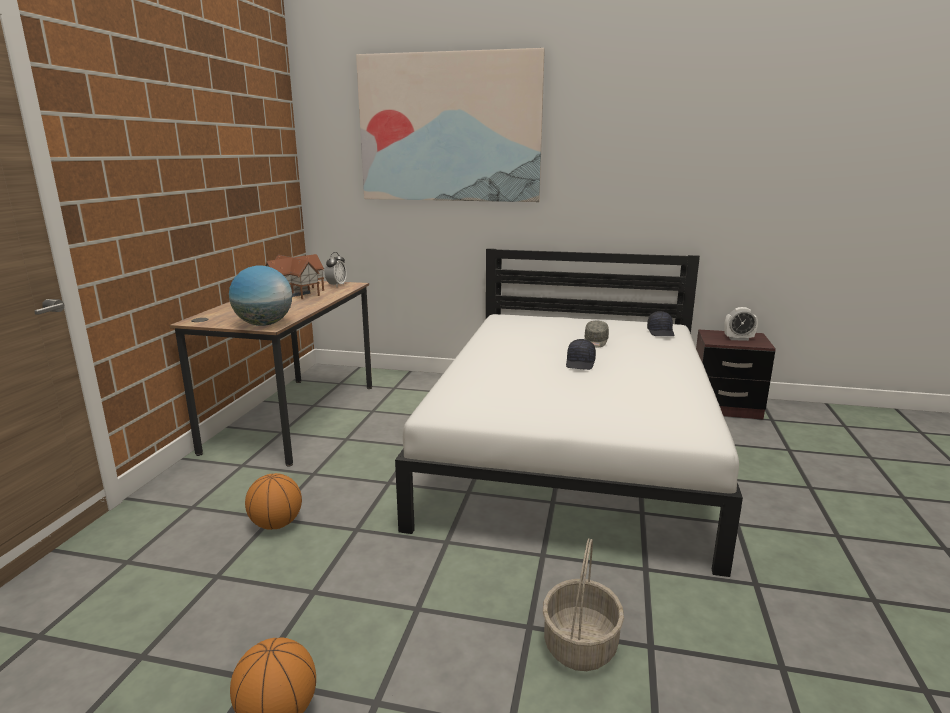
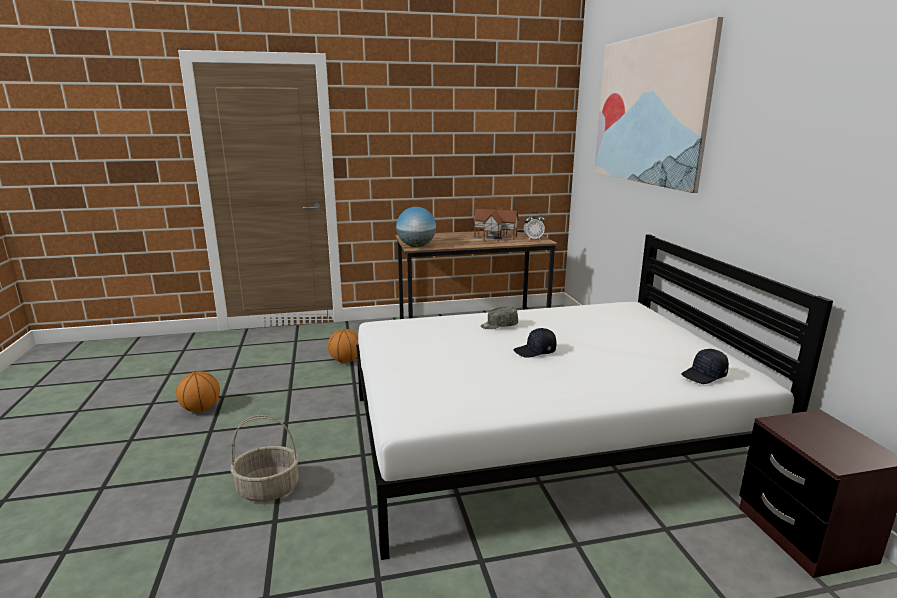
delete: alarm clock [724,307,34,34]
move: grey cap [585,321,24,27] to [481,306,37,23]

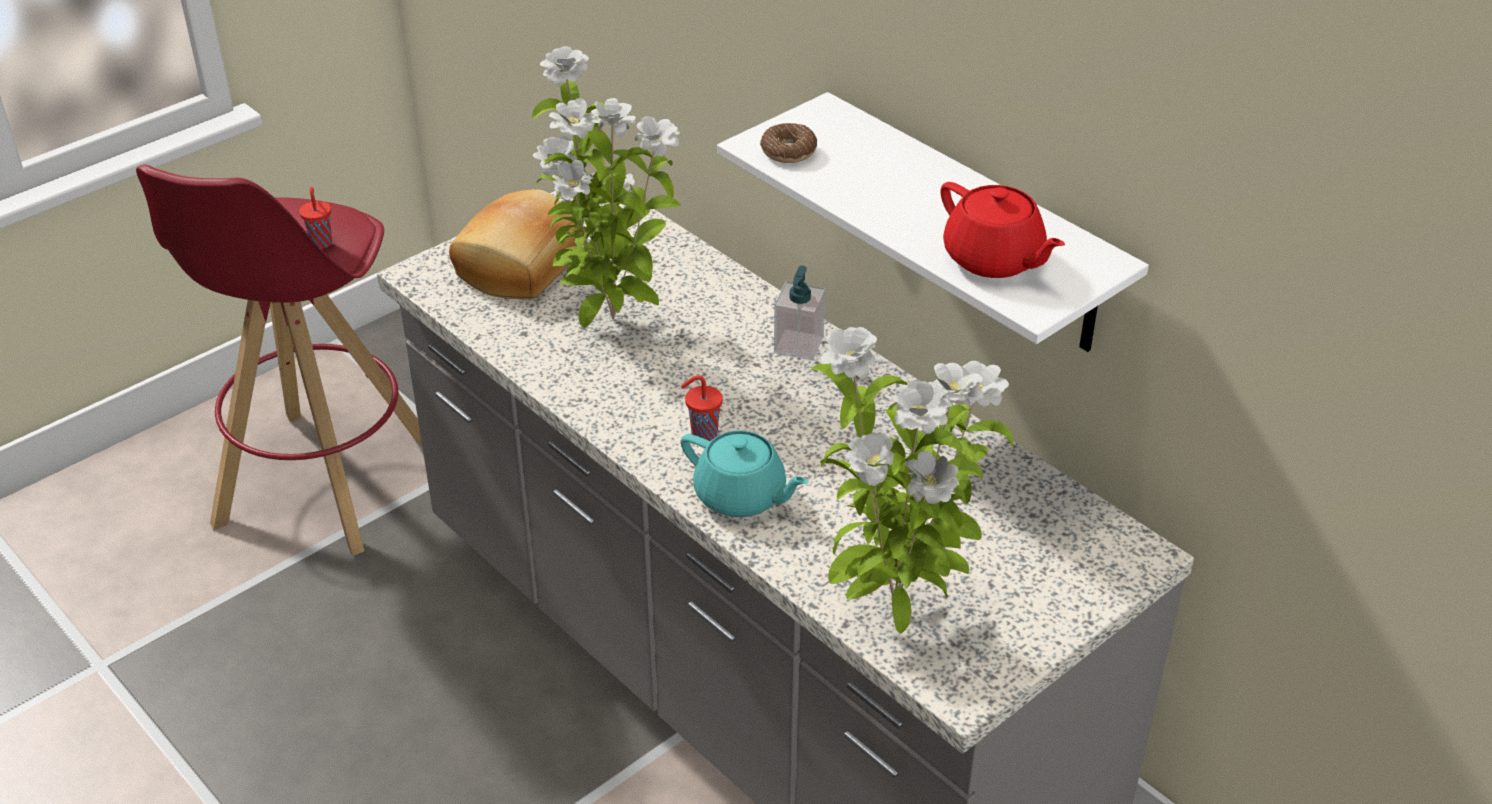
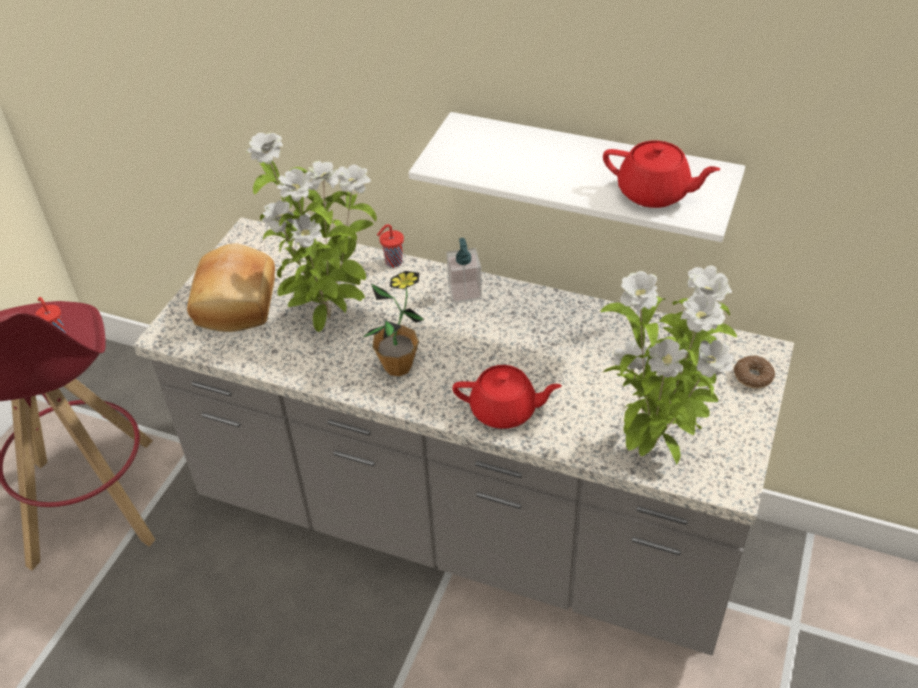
insert: potted plant [364,271,60,106]
move: donut [760,123,57,40] to [734,355,41,34]; red cup [681,375,42,66] to [377,224,27,43]
recolor: turquoise teapot [681,430,128,87] to red teapot [452,365,110,64]

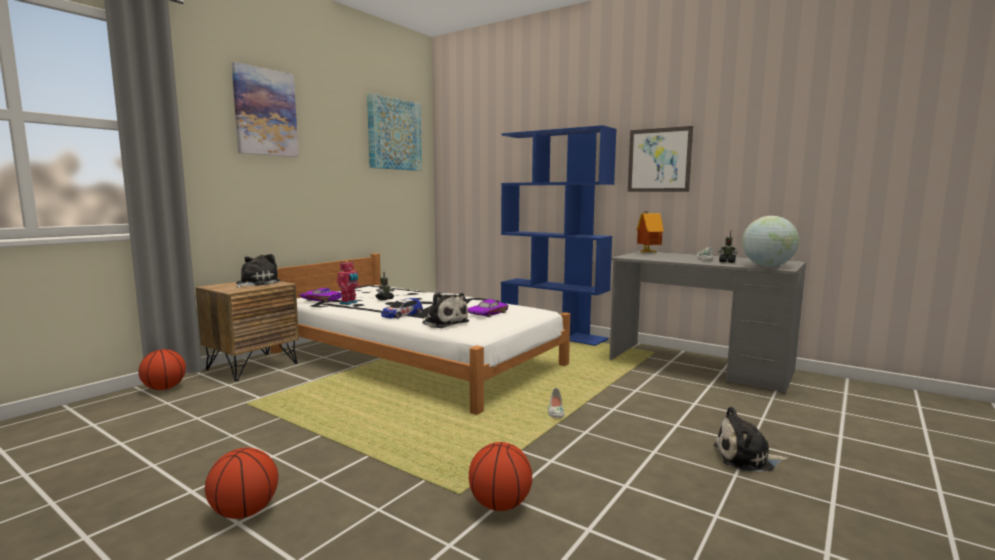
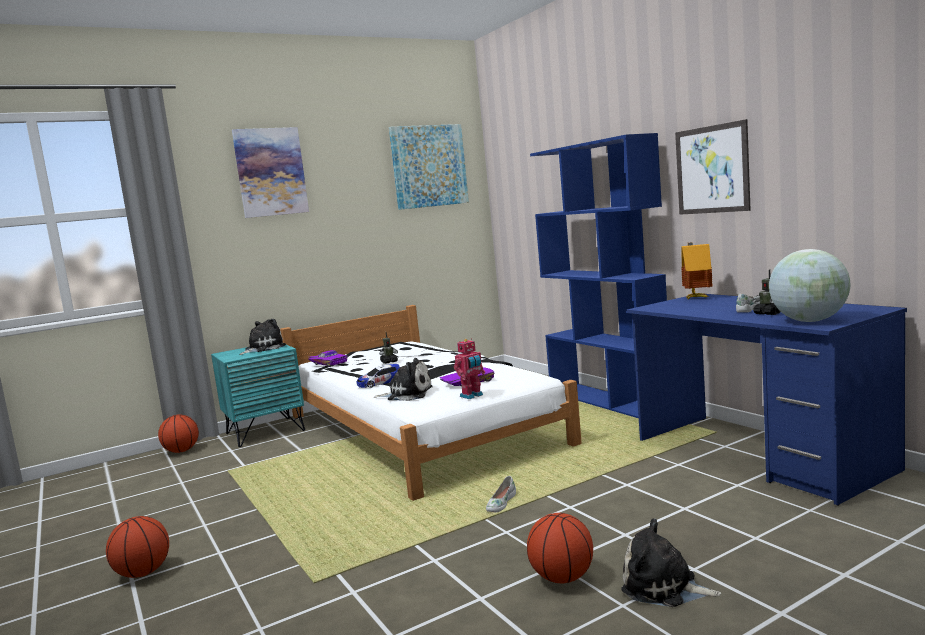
move: toy robot [337,260,23,45] to [454,338,31,61]; basketball [469,442,63,69] to [527,513,66,70]
recolor: grey desk [609,251,197,143] to blue desk [627,294,280,212]; brown nightstand [196,281,103,100] to turquoise nightstand [211,345,94,102]
rotate: plush toy [422,293,47,35] = [374,358,59,43] 60 degrees counterclockwise

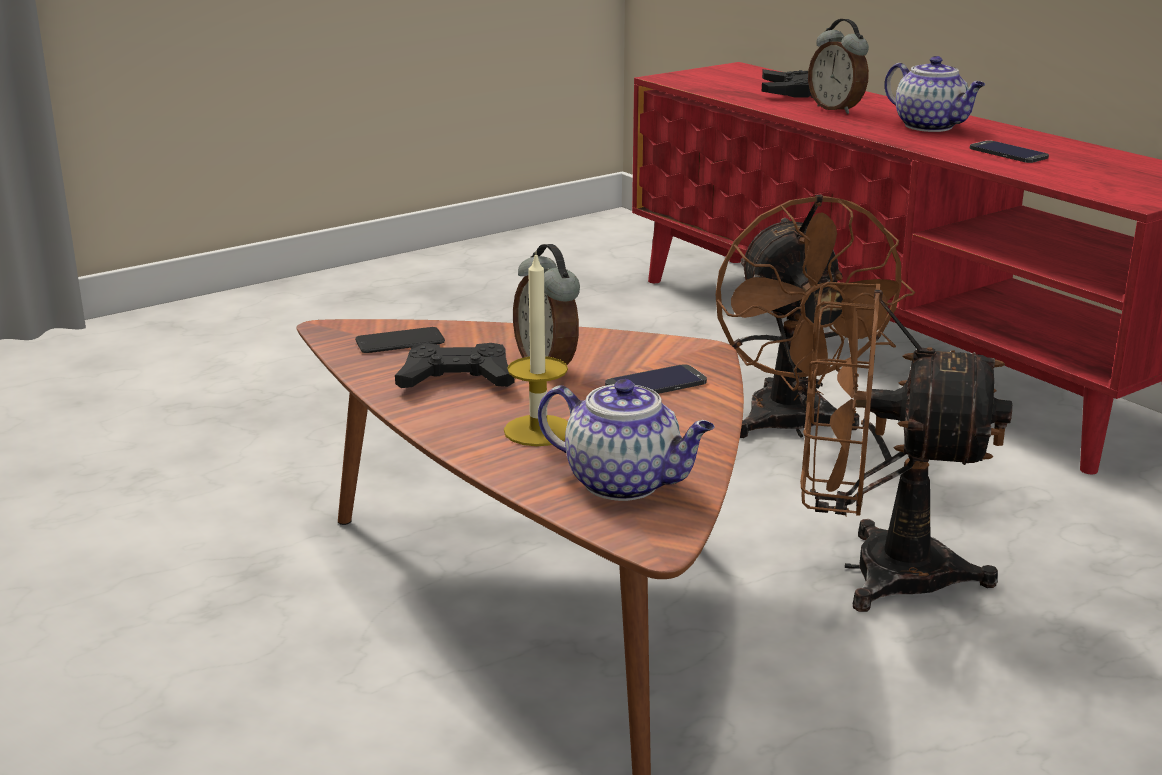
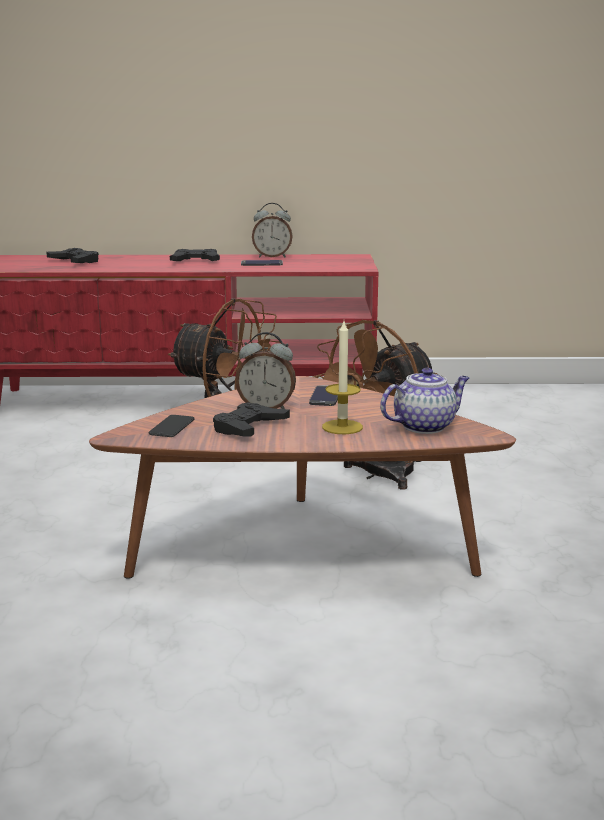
move: alarm clock [808,19,61,95] to [252,203,41,54]
replace: teapot [885,56,100,76] to black game controller [170,249,50,12]

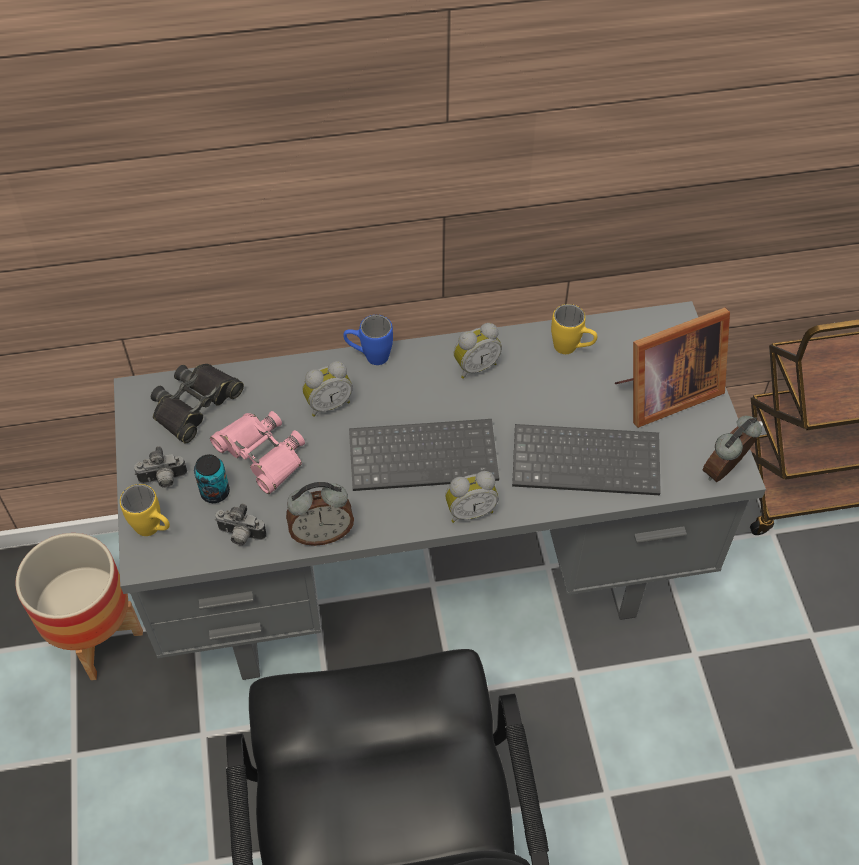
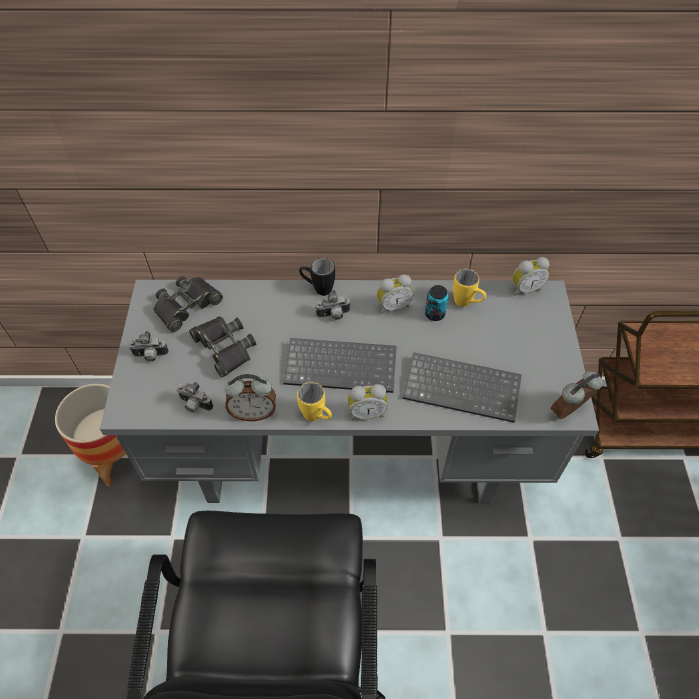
delete: picture frame [615,307,115,121]
insert: photo camera [316,290,34,30]
move: alarm clock [303,361,50,56] to [512,257,37,39]; can [194,454,36,49] to [425,285,24,36]; yellow mug [120,484,50,52] to [297,382,35,39]
recolor: blue mug [343,315,50,50] to black mug [299,258,36,38]; pink binoculars [210,411,95,83] to black binoculars [189,316,67,62]

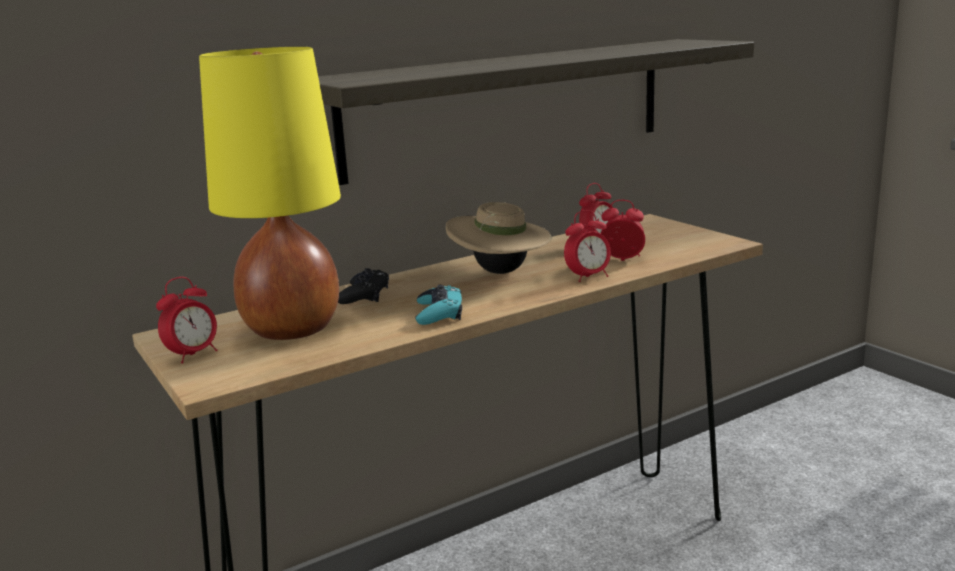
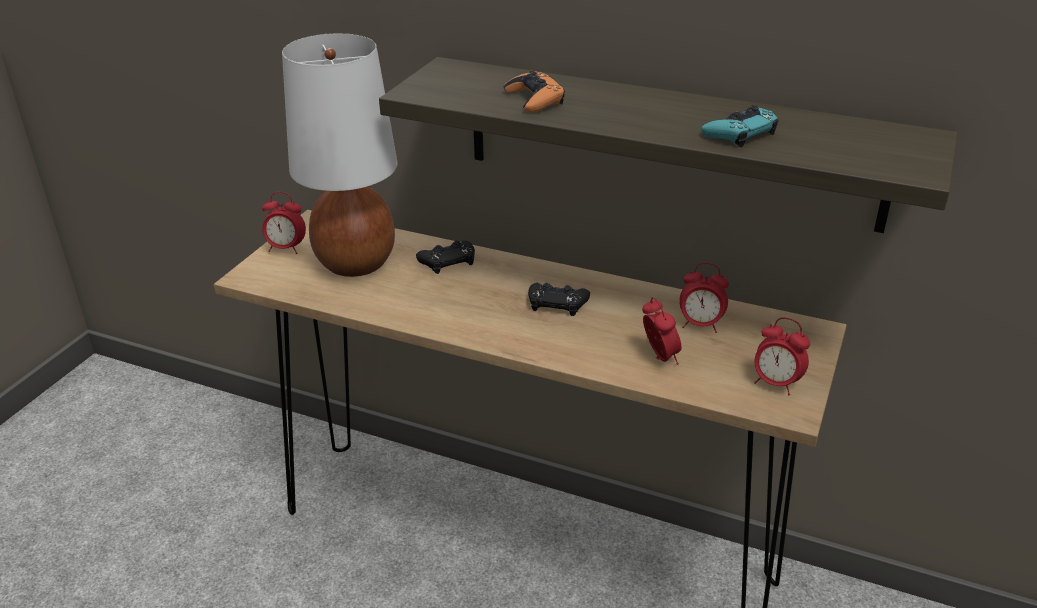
insert: orange game controller [504,71,61,42]
move: alarm clock [564,210,47,72] to [754,317,56,78]; turquoise game controller [415,284,47,41] to [701,105,77,42]
replace: beige hat [446,202,106,72] to black game controller [528,283,62,33]
recolor: yellow table lamp [199,47,142,293] to white table lamp [282,33,115,244]

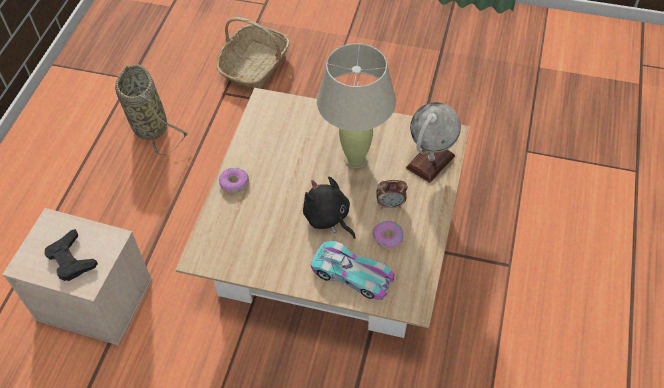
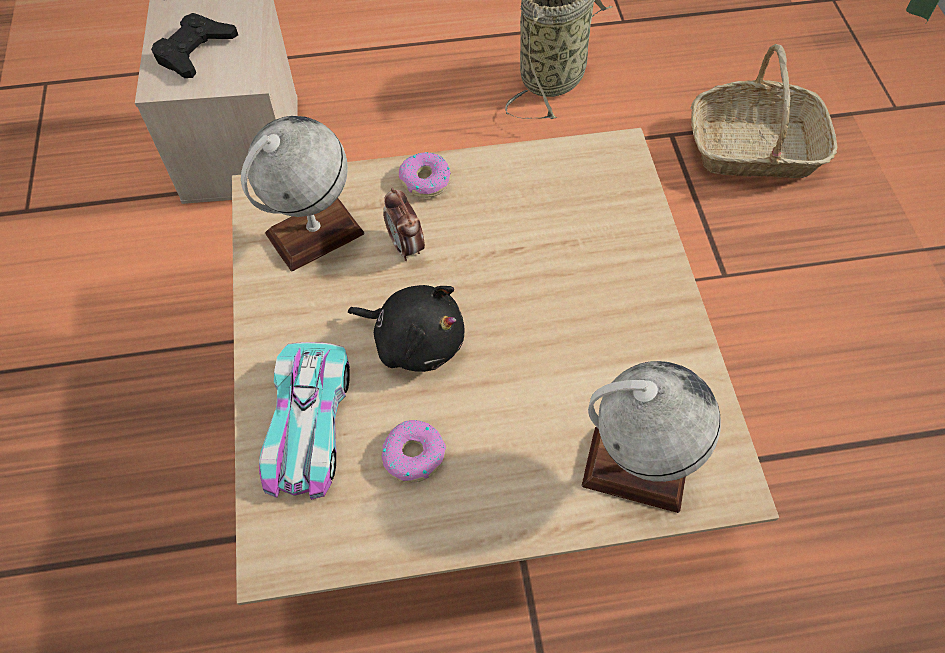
delete: beige table lamp [317,43,79,125]
insert: globe [241,116,123,155]
move: alarm clock [376,180,32,28] to [383,188,42,73]
rotate: black plush toy [303,176,52,63] = [348,285,116,87] 90 degrees clockwise

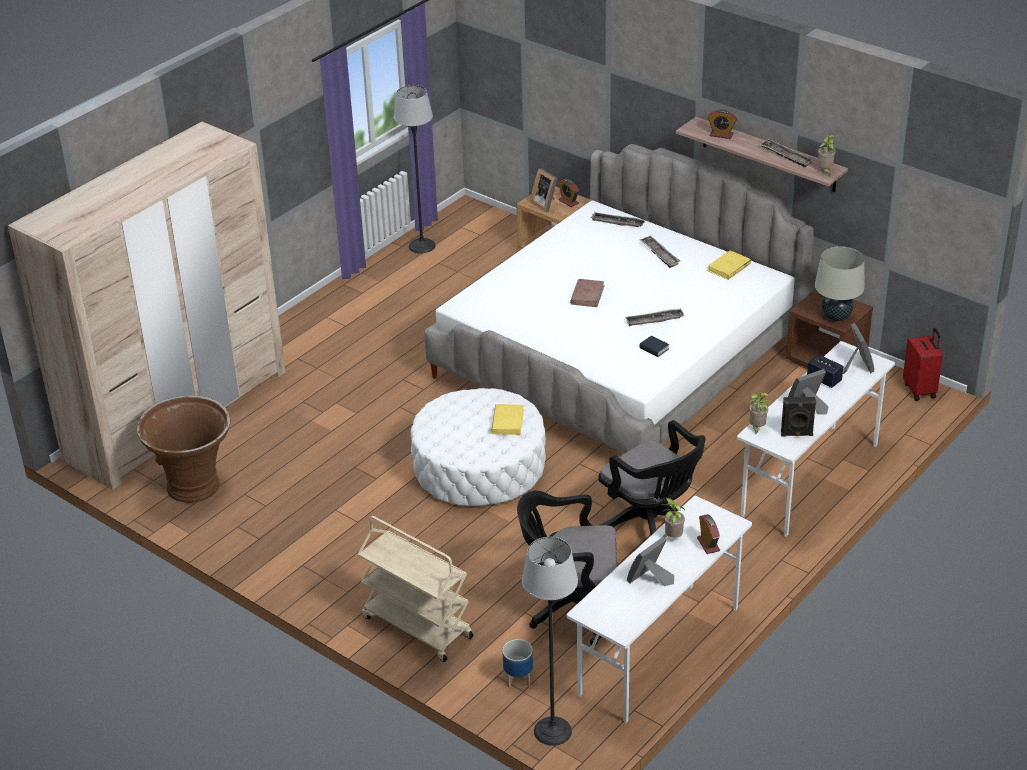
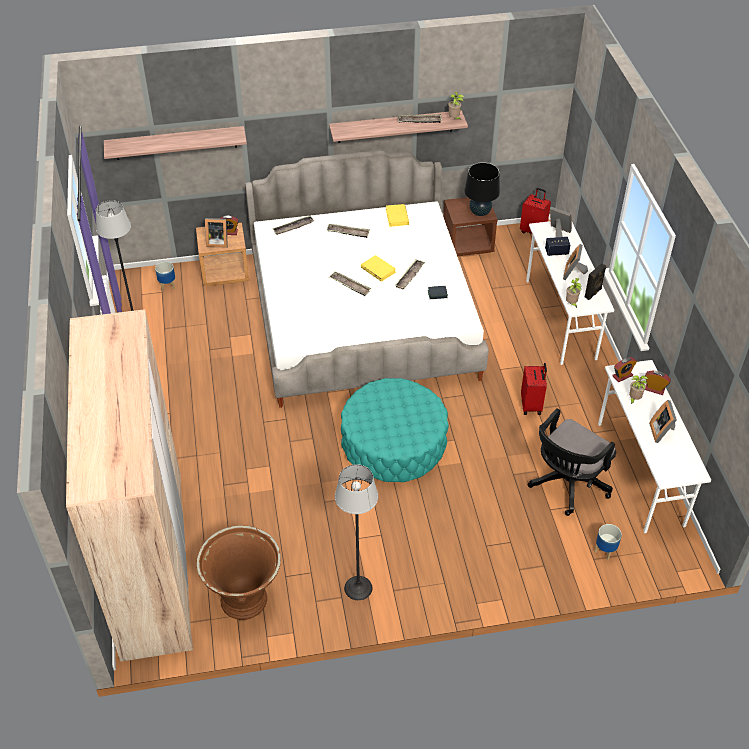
delete: beige cart [358,516,115,146]
insert: shelf [104,126,143,34]; planter [155,262,20,29]
move: alarm clock [708,109,29,30] to [612,357,25,25]; yellow book [491,404,33,31] to [361,255,35,27]; floor lamp [522,537,56,209] to [335,464,43,136]
replace: brown book [570,279,35,28] to tray [329,271,42,25]; black office chair [598,420,108,115] to red suitcase [521,363,26,52]
recolor: beige table lamp [815,246,50,75] to black table lamp [464,162,36,54]; white ottoman [411,388,135,118] to turquoise ottoman [341,378,108,104]

